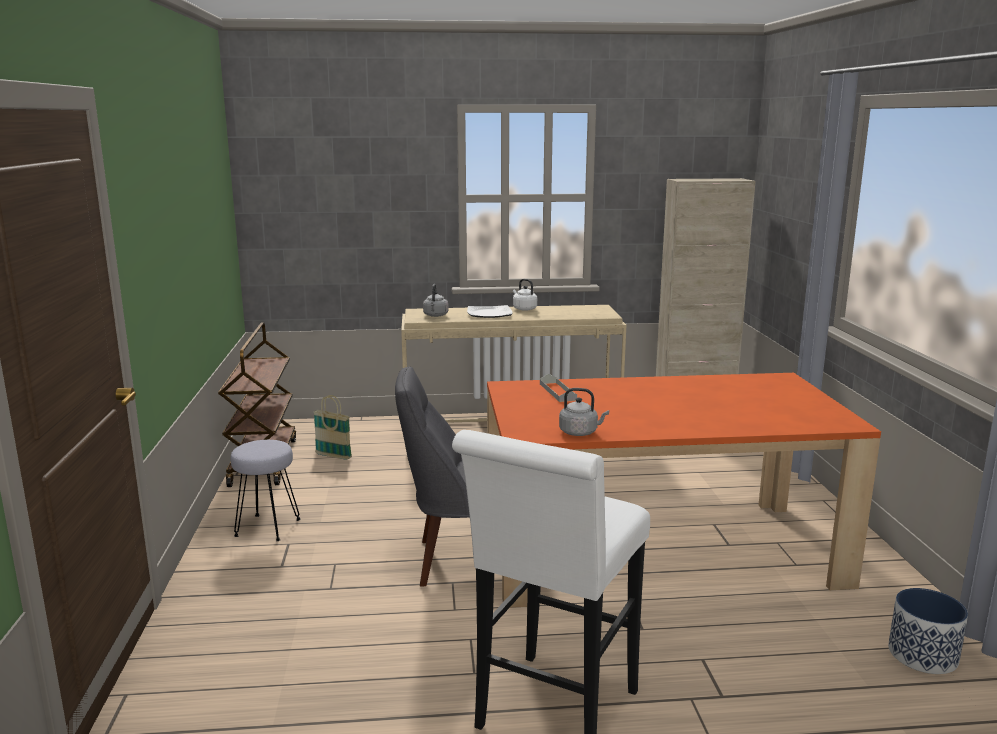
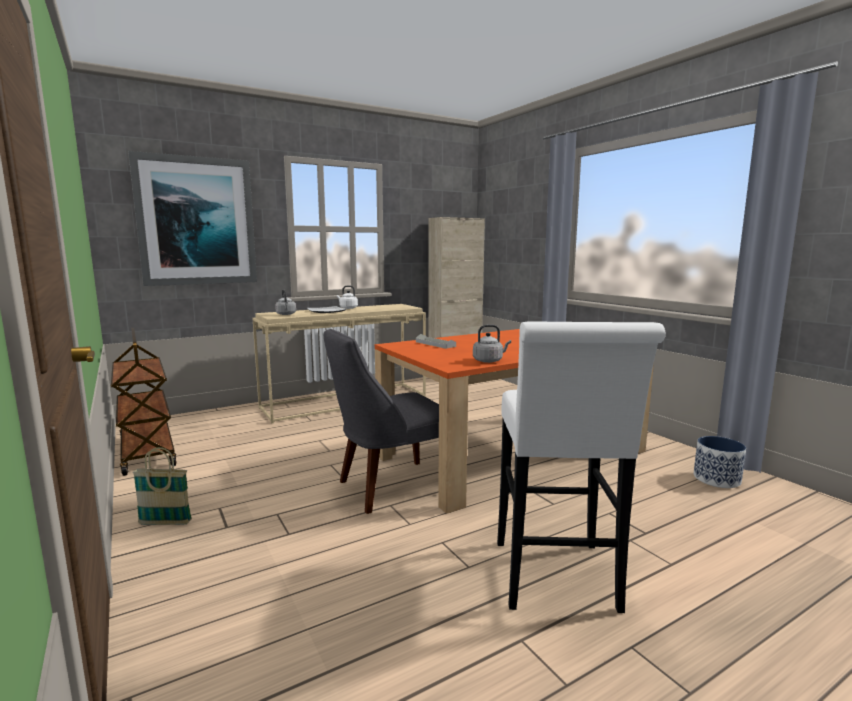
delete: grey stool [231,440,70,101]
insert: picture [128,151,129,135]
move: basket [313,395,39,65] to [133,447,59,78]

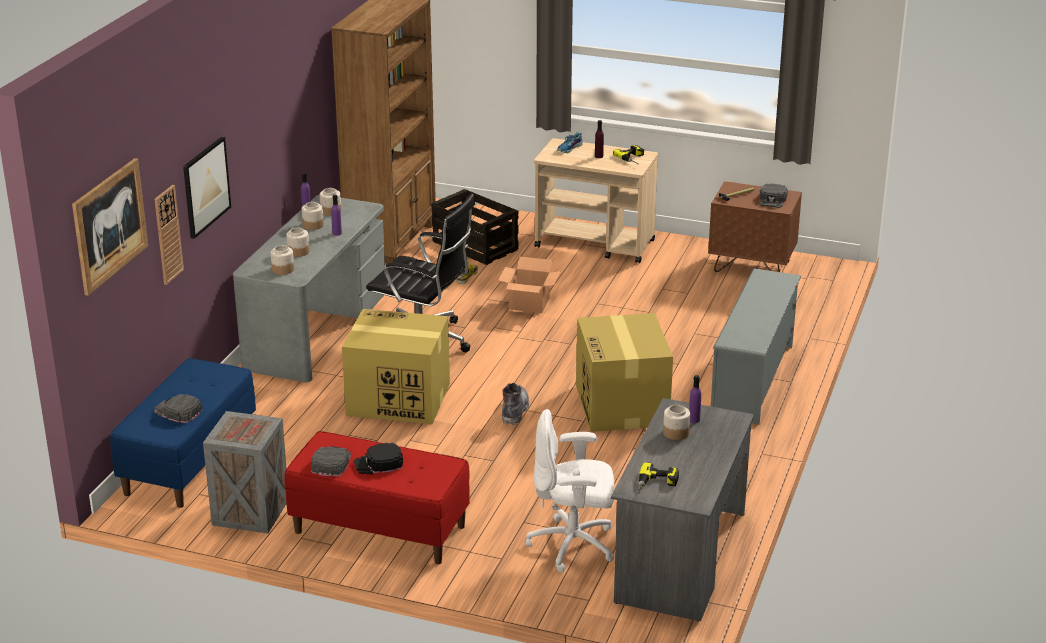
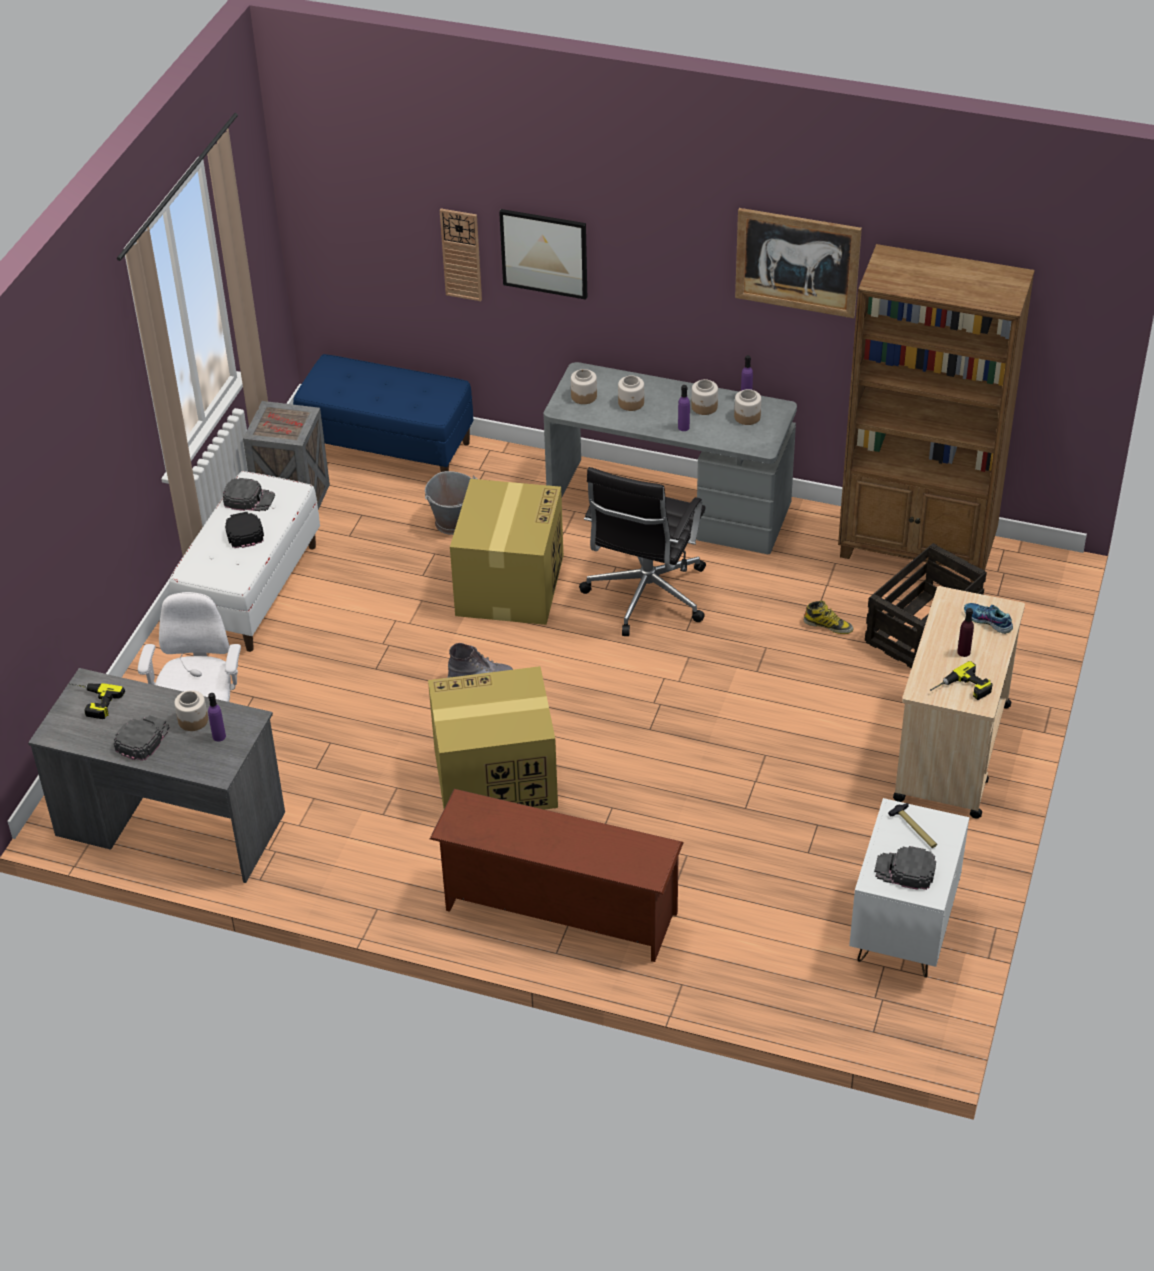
delete: cardboard box [498,257,63,56]
insert: grey bucket [425,471,52,64]
move: picture [72,158,76,138] to [735,208,127,110]; black cap [154,394,49,29] to [114,715,55,46]
recolor: brown nightstand [708,181,94,91] to white nightstand [849,798,120,180]; grey shoe rack [711,268,90,157] to brown shoe rack [430,789,254,173]; red bench [284,431,186,133] to white bench [169,471,151,181]

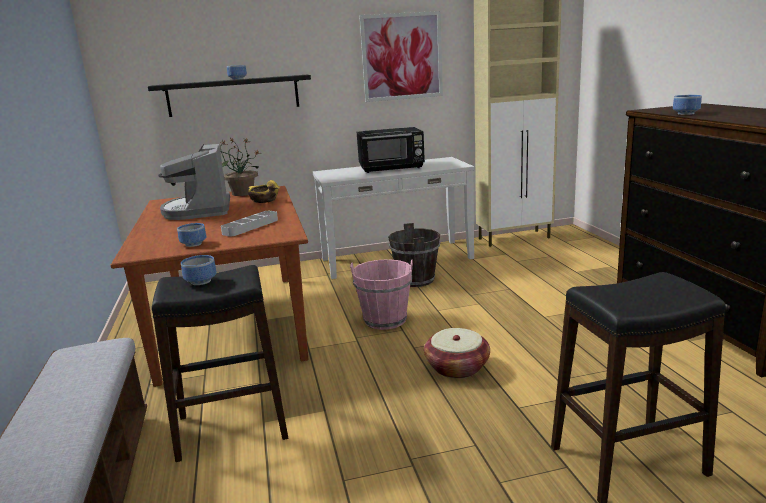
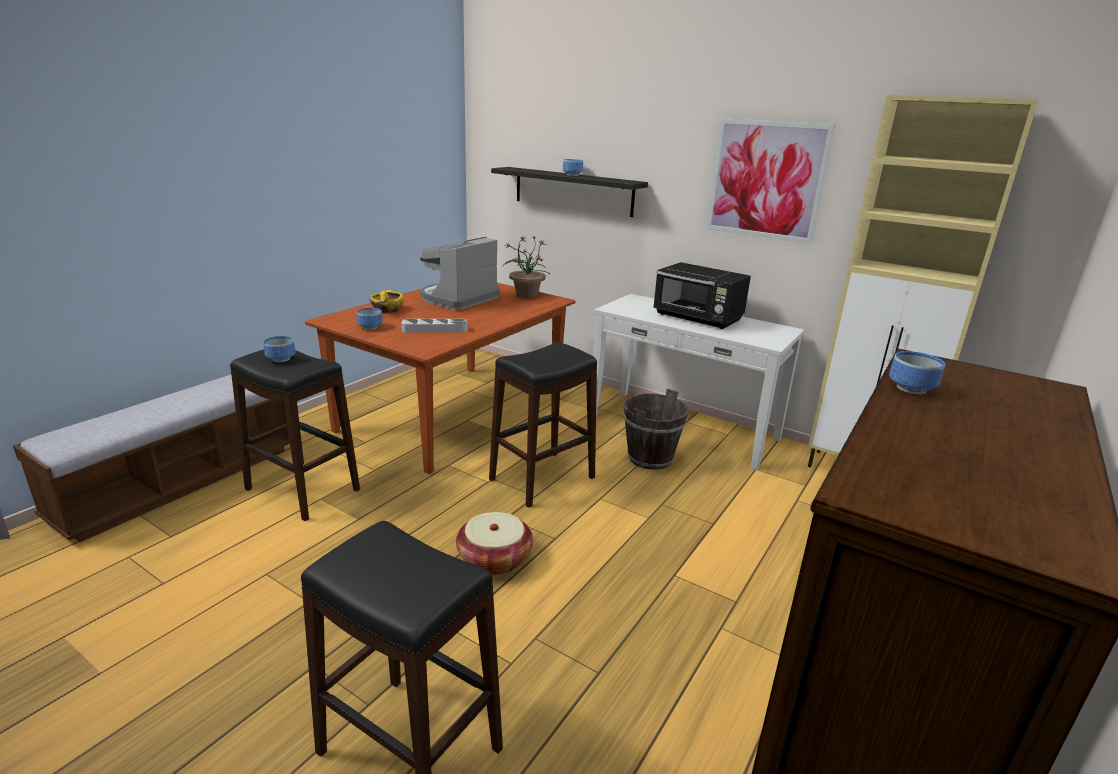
move: yellow bowl [248,180,32,23] to [370,290,34,23]
replace: pink bucket [350,259,63,71] to black stool [489,342,108,166]

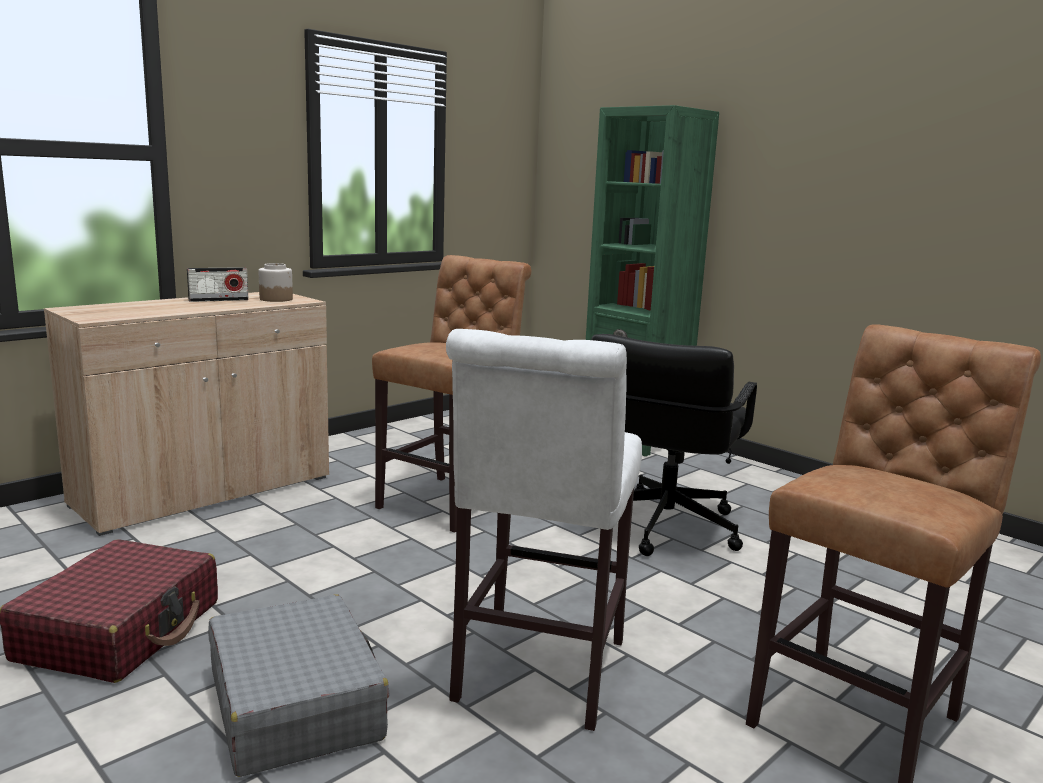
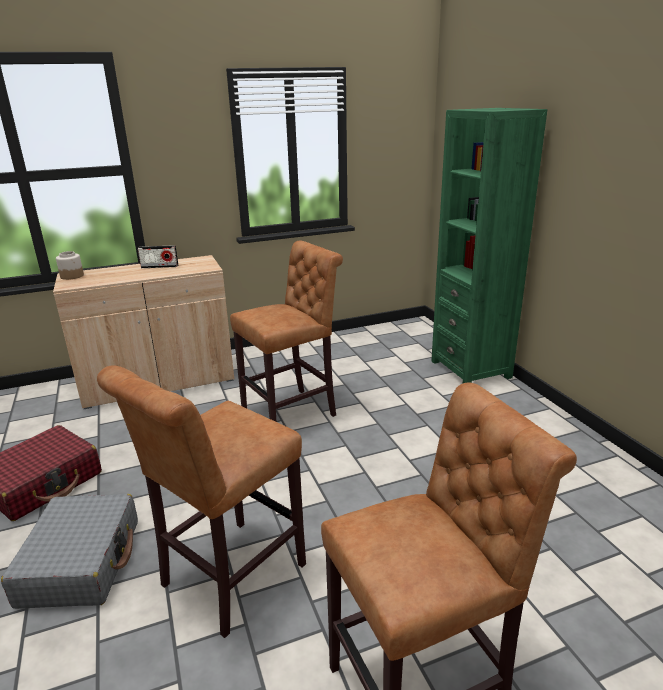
delete: black office chair [591,334,166,222]
move: jar [258,263,35,39] to [56,251,28,29]
recolor: white stool [446,329,196,402] to brown stool [97,365,209,273]

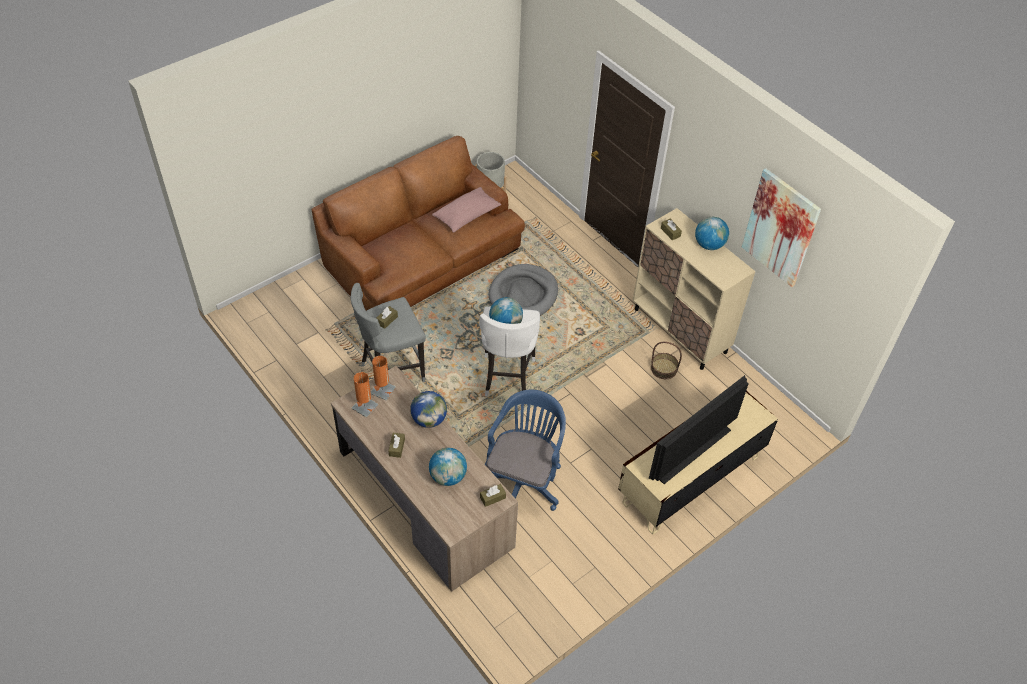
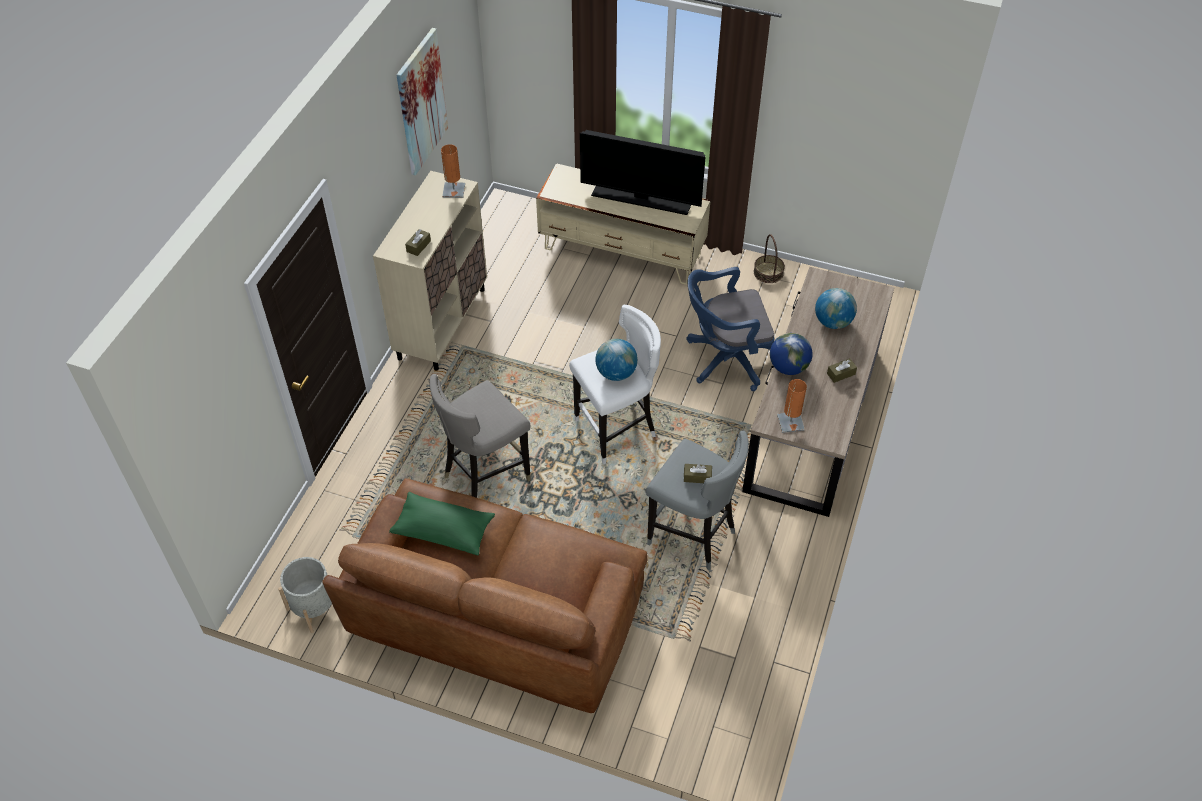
delete: globe [695,217,34,33]; brown tissue box [480,484,26,23]
move: basket [651,342,31,37] to [754,234,31,49]; orange table lamp [352,372,26,46] to [441,144,24,54]
replace: grey dog bed [488,264,70,52] to grey stool [429,374,102,124]
recolor: pink pillow [432,187,69,46] to green pillow [389,492,106,63]

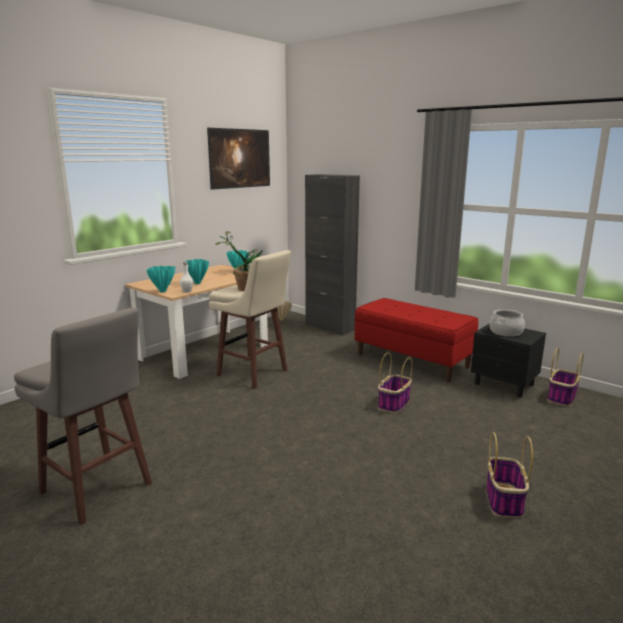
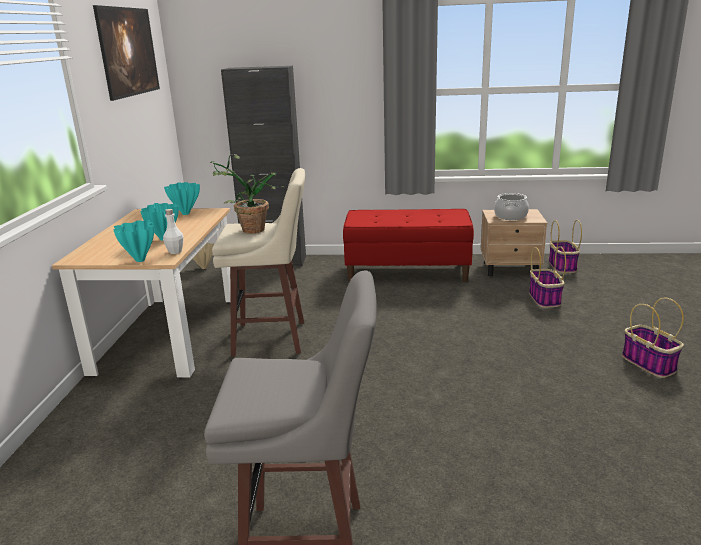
move: basket [378,352,35,61] to [529,246,37,62]
recolor: black nightstand [471,323,75,75] to beige nightstand [481,209,66,68]

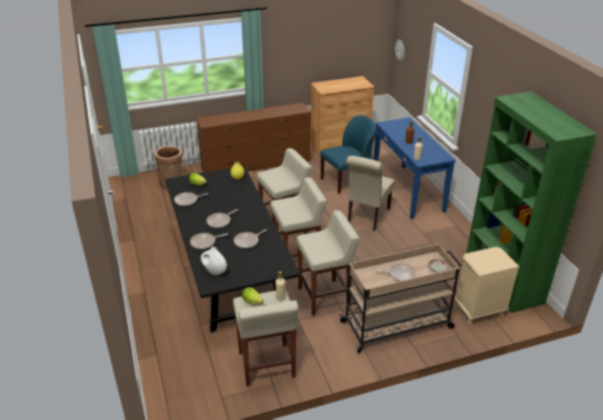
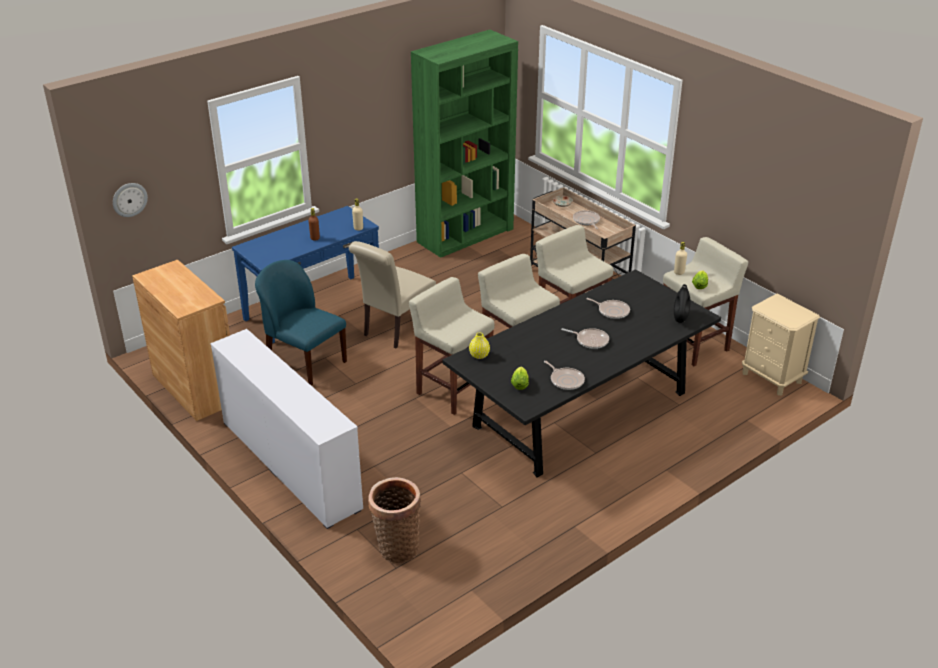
delete: frying pan [190,233,38,16]
move: beige nightstand [454,247,66,77] to [742,294,78,102]
recolor: brown dresser [196,103,115,70] to white dresser [210,329,153,200]; white vase [201,247,26,28] to black vase [674,284,16,39]
rotate: beige chair [346,156,49,75] = [349,241,87,107] 120 degrees clockwise

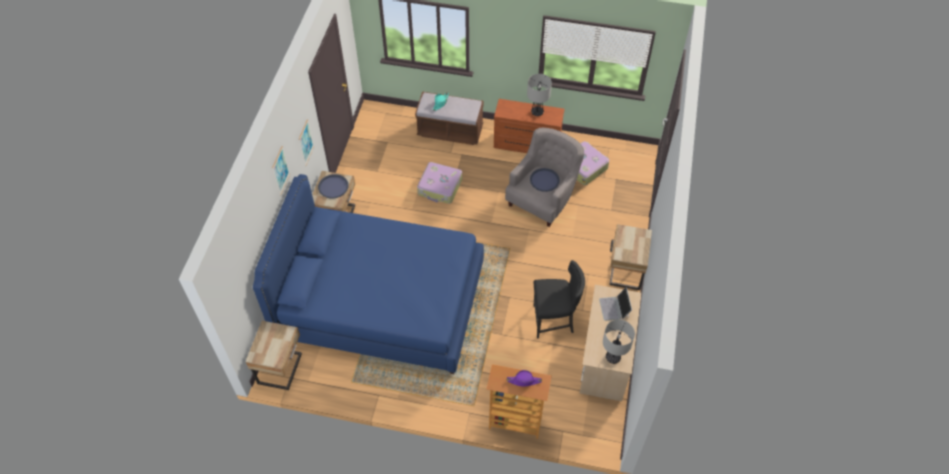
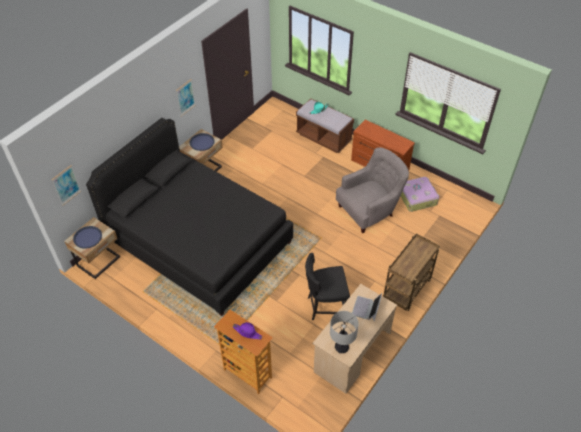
delete: table lamp [527,74,25,42]; suitcase [417,162,45,42]
move: picture [272,146,18,49] to [52,165,29,41]; blue tray [530,168,30,24] to [73,226,29,23]
replace: beige nightstand [609,224,43,66] to brown cart [383,233,57,78]
recolor: blue bed [253,174,231,200] to black bed [86,118,207,198]
rotate: black chair [534,260,51,78] = [305,253,45,67] 150 degrees clockwise

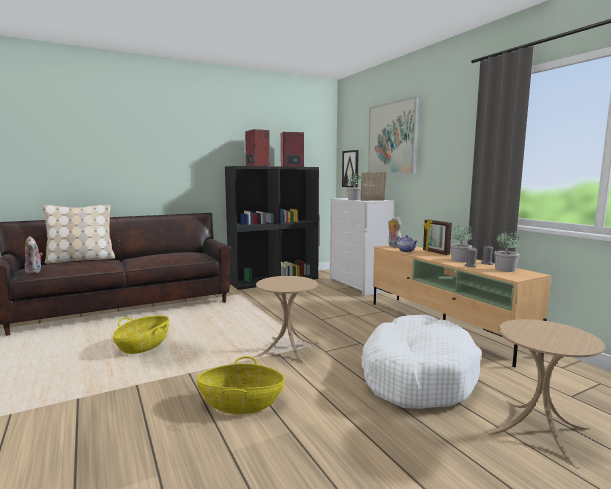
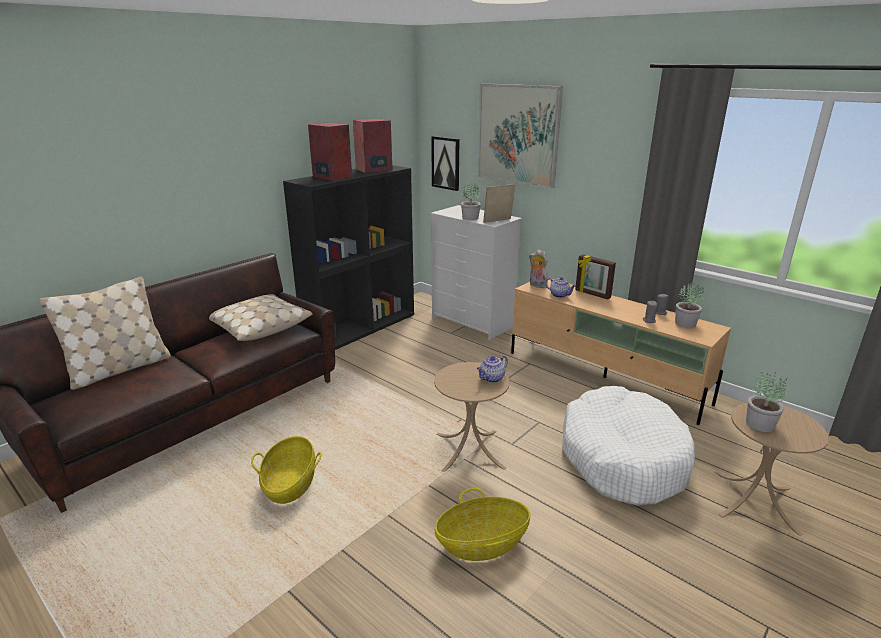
delete: plush toy [25,236,18,37]
insert: beige pillow [209,294,104,47]; teapot [477,355,31,28]
move: potted plant [451,225,21,37] to [746,372,42,60]

